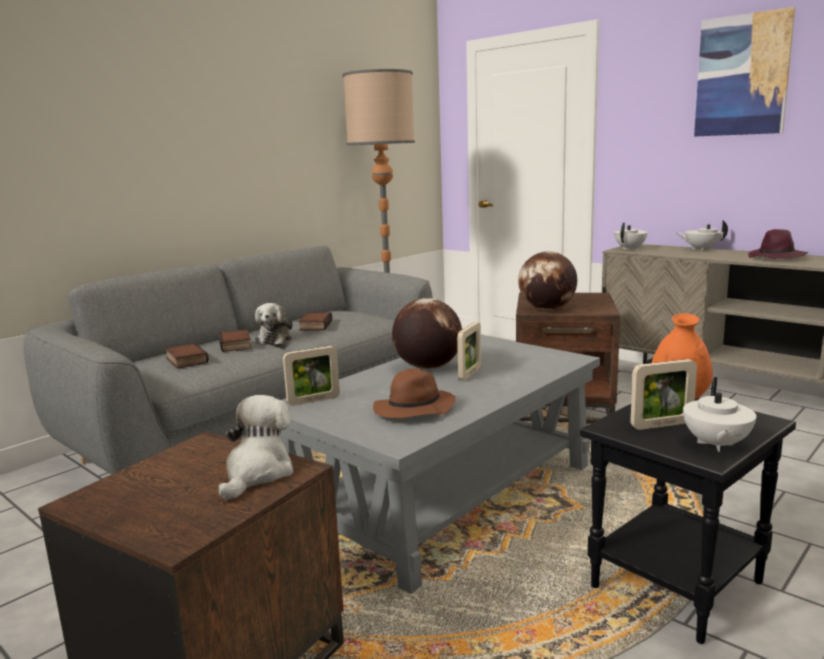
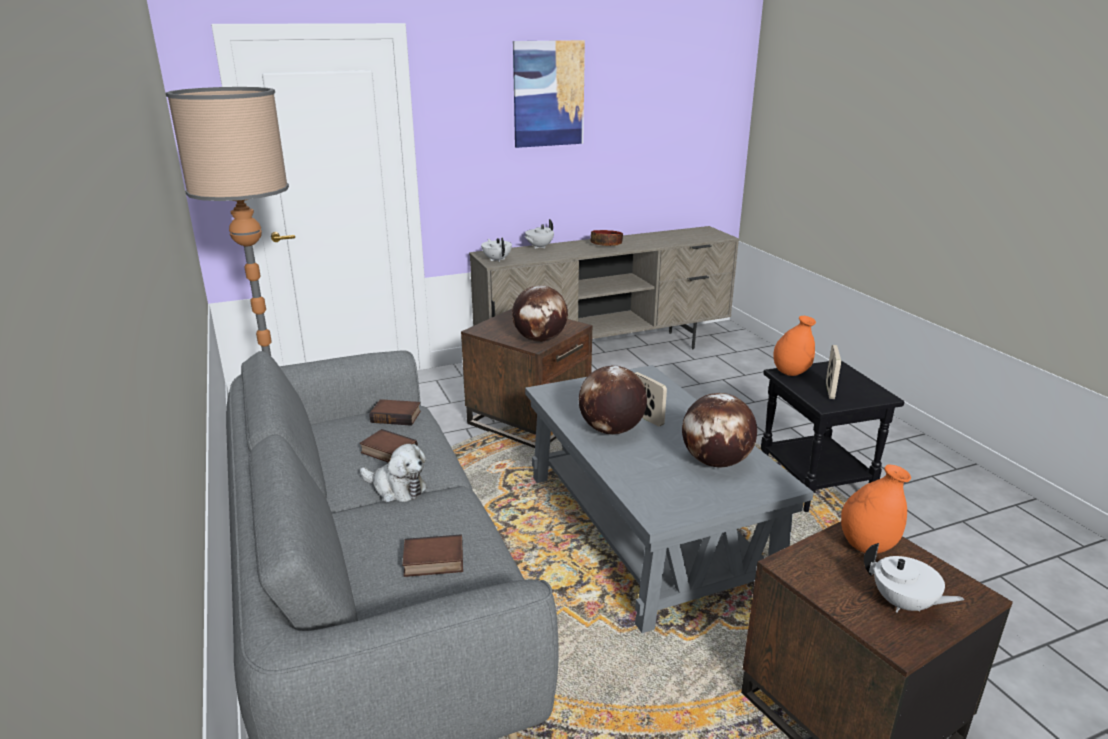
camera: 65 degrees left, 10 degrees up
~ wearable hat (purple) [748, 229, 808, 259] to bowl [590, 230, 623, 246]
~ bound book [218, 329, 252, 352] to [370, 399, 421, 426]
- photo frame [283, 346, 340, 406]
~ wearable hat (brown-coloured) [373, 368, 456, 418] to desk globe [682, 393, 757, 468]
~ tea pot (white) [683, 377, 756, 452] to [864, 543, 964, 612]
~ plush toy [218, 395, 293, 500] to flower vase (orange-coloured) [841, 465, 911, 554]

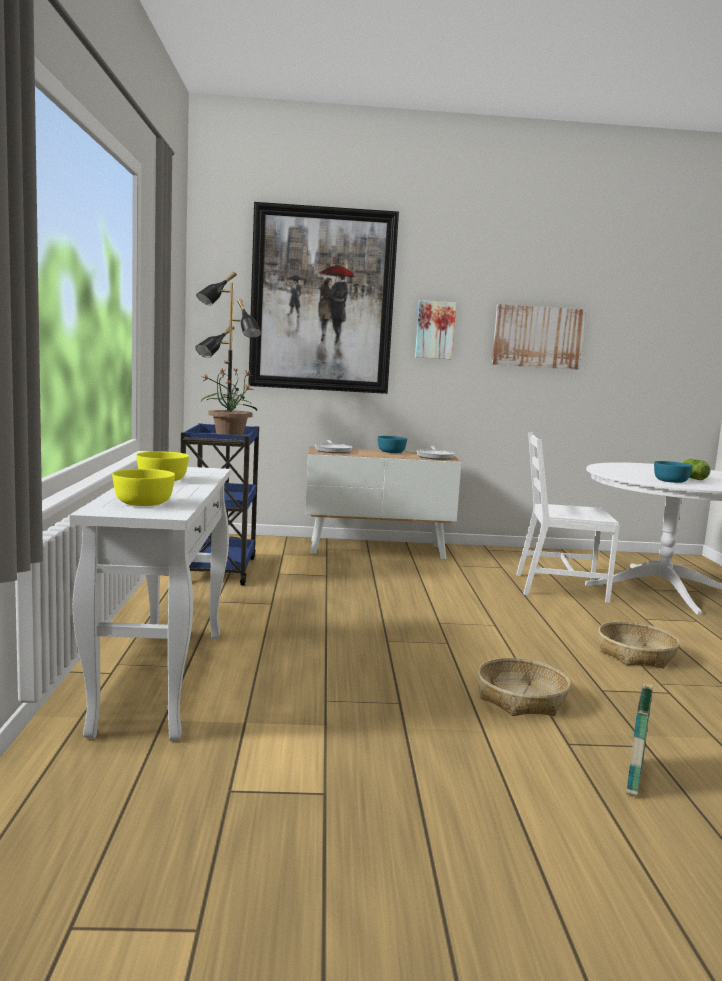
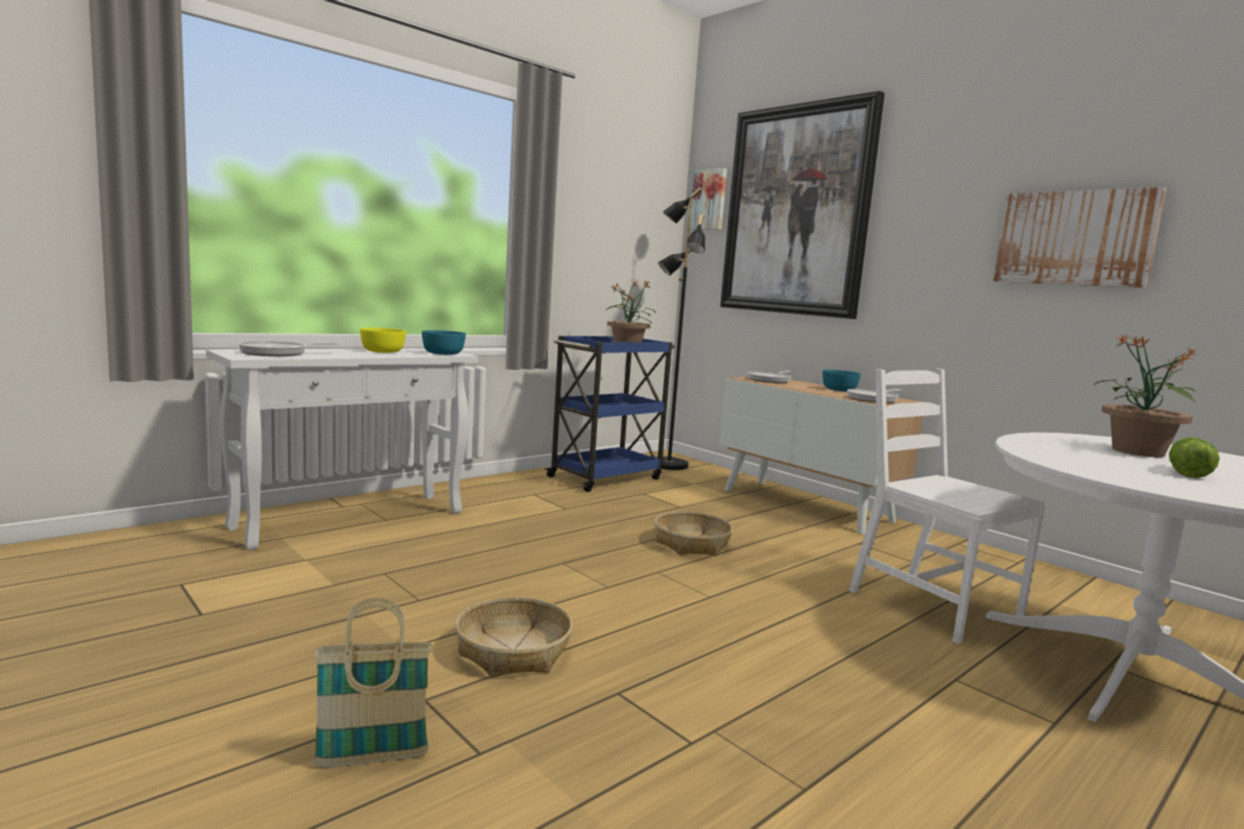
camera: 50 degrees right, 0 degrees up
~ wall art [415, 300, 456, 359] to [690, 168, 727, 230]
~ bowl (turquoise) [654, 461, 693, 483] to [422, 330, 466, 355]
~ bowl (yellow) [112, 469, 175, 506] to frying pan [238, 341, 339, 356]
~ basket [598, 621, 680, 669] to [655, 511, 733, 556]
+ potted plant [1093, 334, 1196, 457]

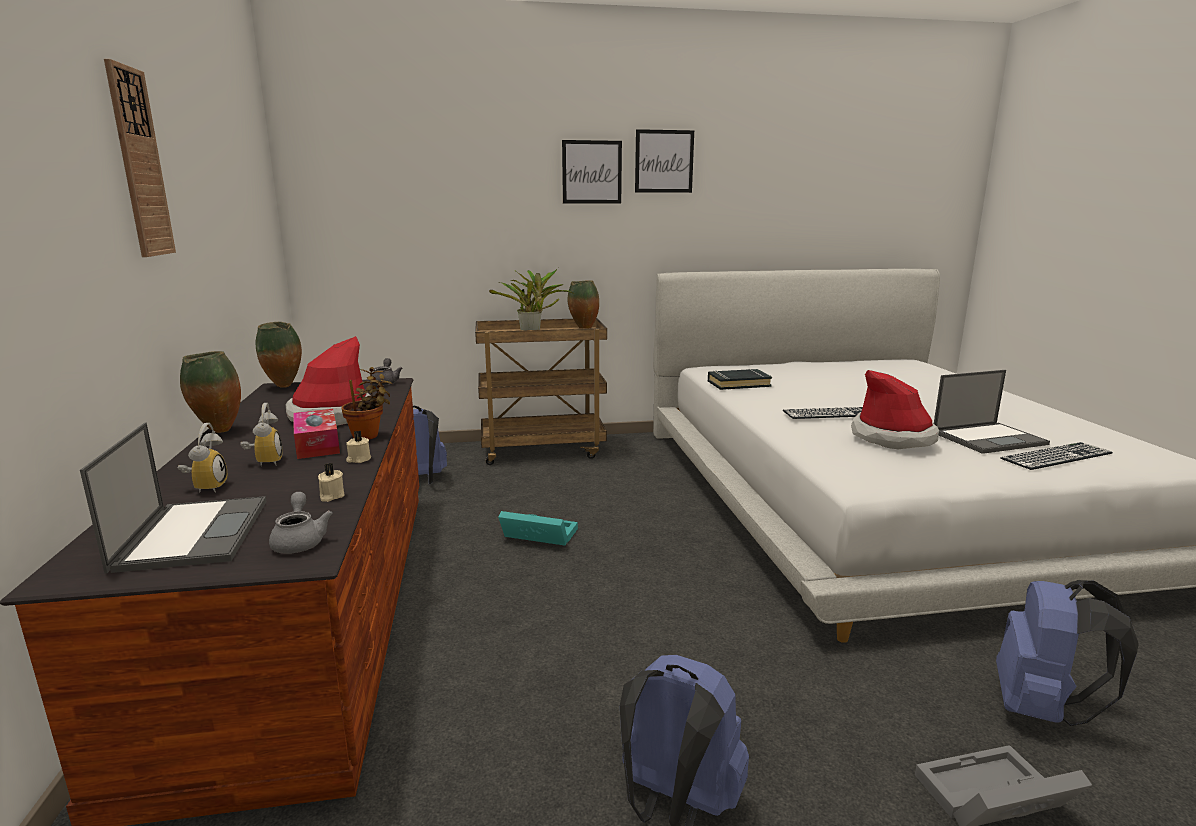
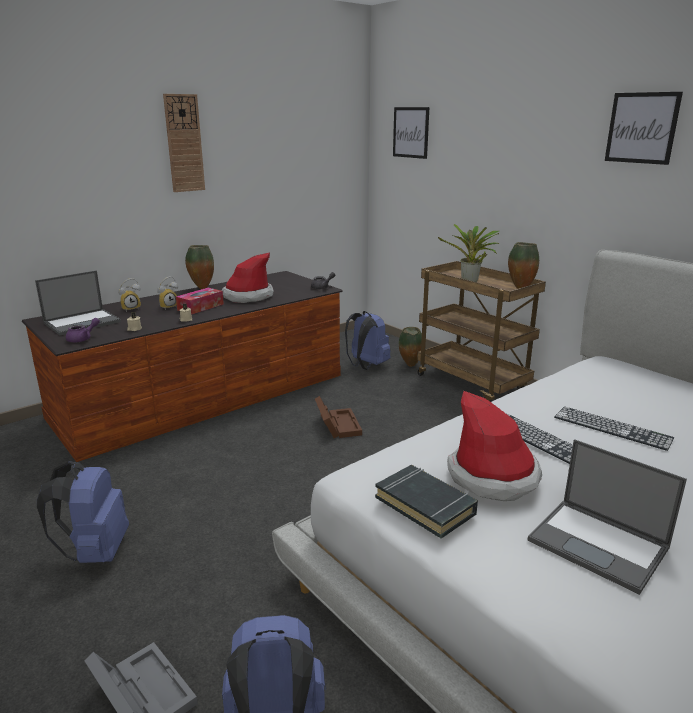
camera: 60 degrees right, 5 degrees up
~ wall art [562, 140, 622, 203] to [393, 107, 429, 159]
~ flower vase [256, 322, 302, 388] to [399, 327, 422, 367]
- potted plant [341, 367, 393, 439]
~ bound book (blackish) [708, 369, 772, 390] to [375, 465, 478, 539]
~ keyboard [1000, 442, 1113, 470] to [554, 407, 674, 451]
~ tea pot (grey) [269, 492, 333, 554] to tea pot (purple) [66, 318, 100, 342]
~ storage container (turquoise) [498, 511, 578, 546] to storage container (brown-coloured) [315, 396, 362, 438]

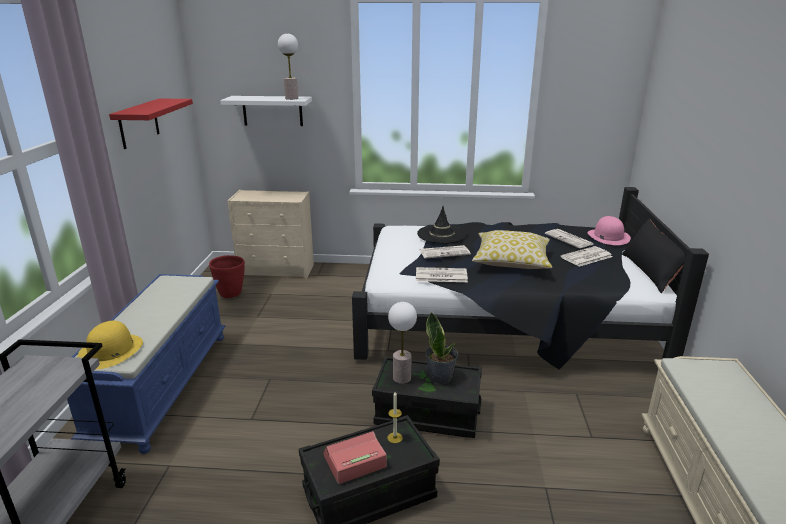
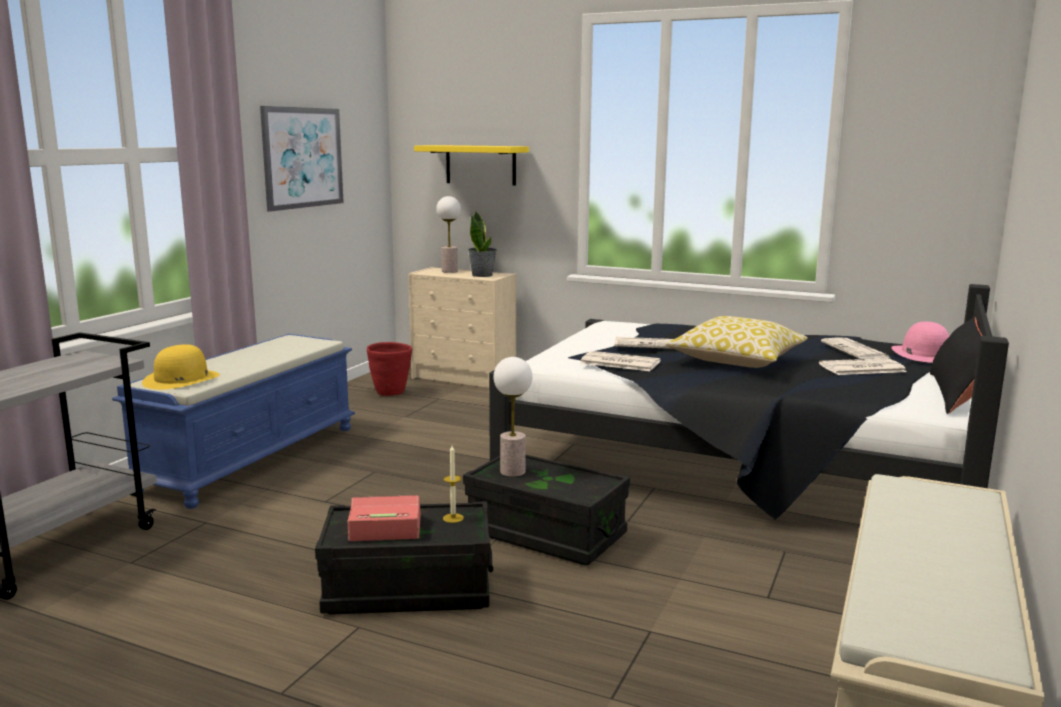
camera: 20 degrees right, 10 degrees down
~ tabletop lamp [278, 34, 298, 100] to [437, 196, 461, 273]
~ shelf (white) [220, 96, 312, 126] to shelf (yellow) [414, 145, 529, 185]
~ shelf (red-coloured) [109, 99, 193, 149] to wall art [260, 106, 344, 212]
- wearable hat (blackish) [417, 206, 467, 244]
~ potted plant [426, 312, 458, 384] to [468, 211, 497, 277]

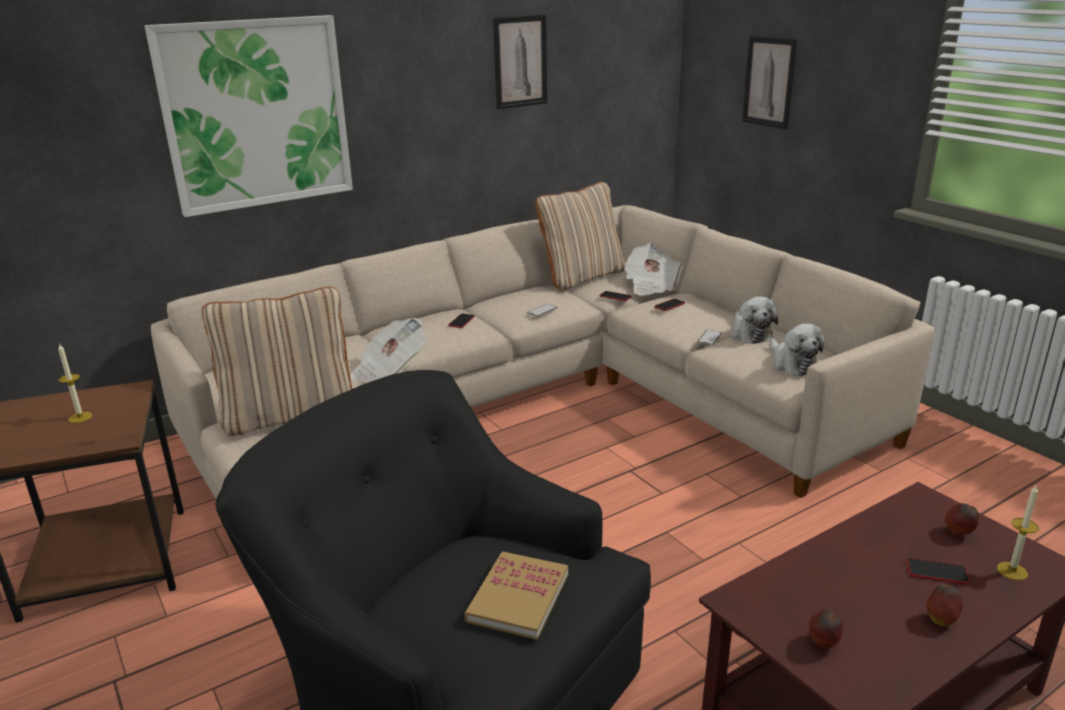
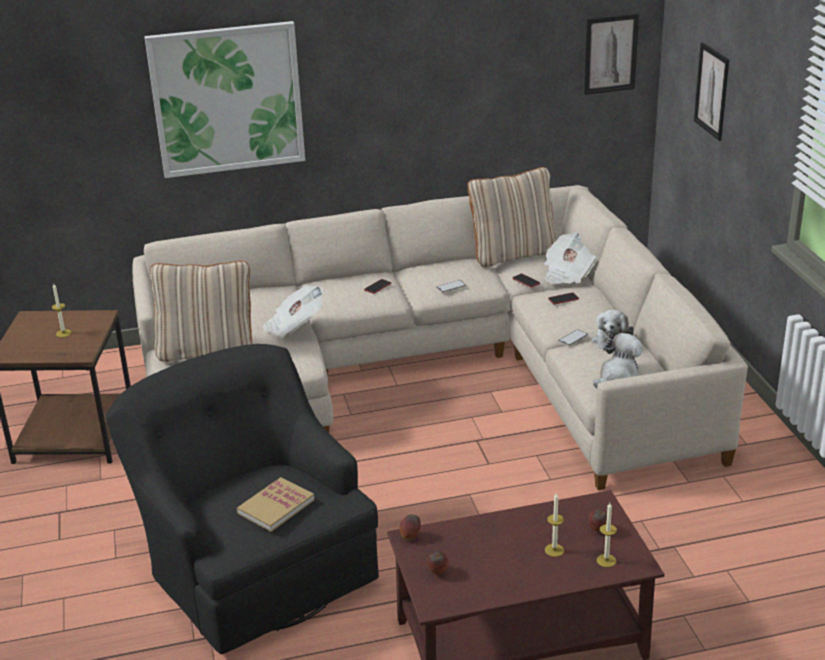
camera: 20 degrees right, 5 degrees up
~ wall art [493, 14, 547, 109] to [584, 13, 639, 95]
~ plush toy [770, 324, 825, 376] = [593, 333, 643, 388] 135 degrees counterclockwise
~ phone [907, 558, 970, 585] to wax light [545, 492, 564, 557]
~ apple fruit [926, 584, 963, 626] to [400, 514, 421, 540]

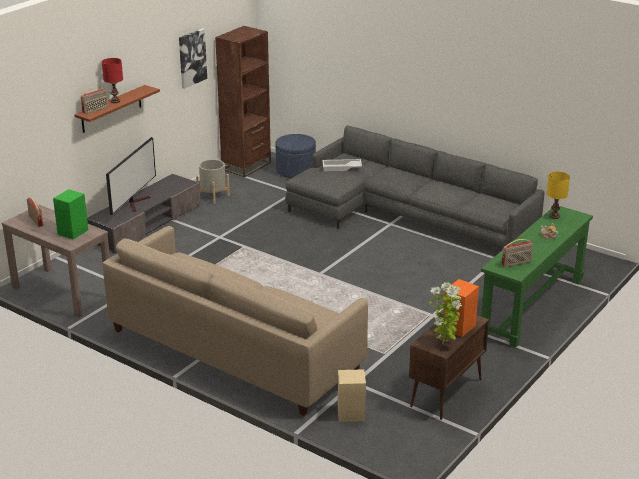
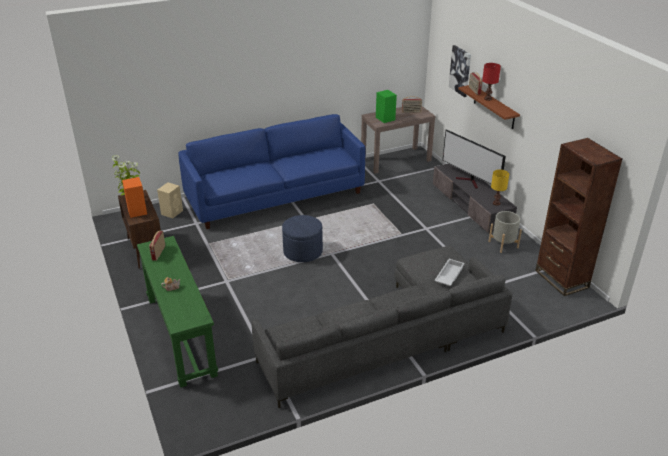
camera: 120 degrees right, 5 degrees up
~ wall art [179, 28, 207, 89] to [449, 45, 471, 97]
~ ottoman (blue) [275, 134, 316, 178] to [282, 215, 323, 262]
~ tabletop lamp (yellow) [547, 171, 570, 219] to [491, 170, 509, 205]
~ settee (sand-coloured) [102, 226, 368, 416] to settee (blue) [179, 114, 365, 229]

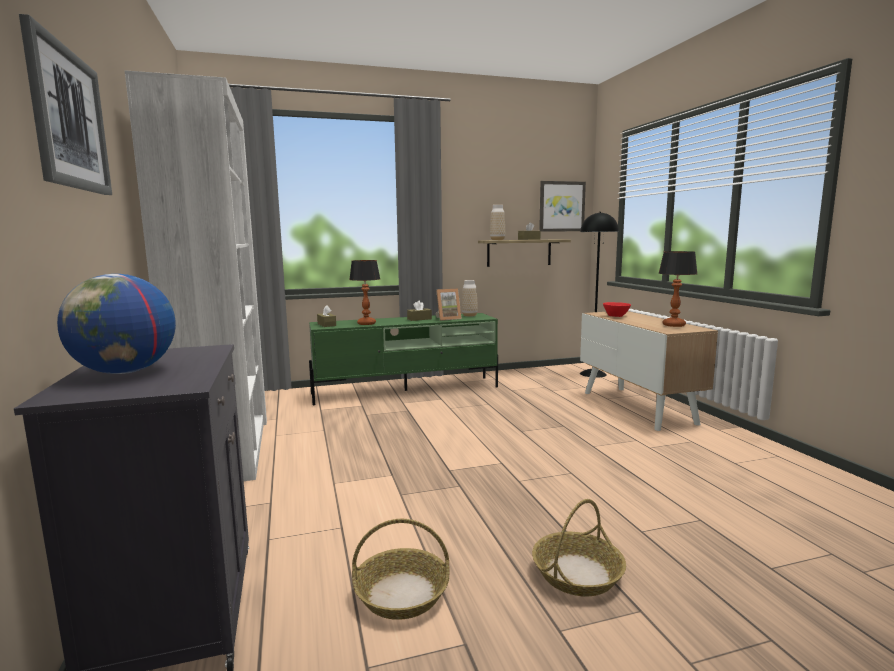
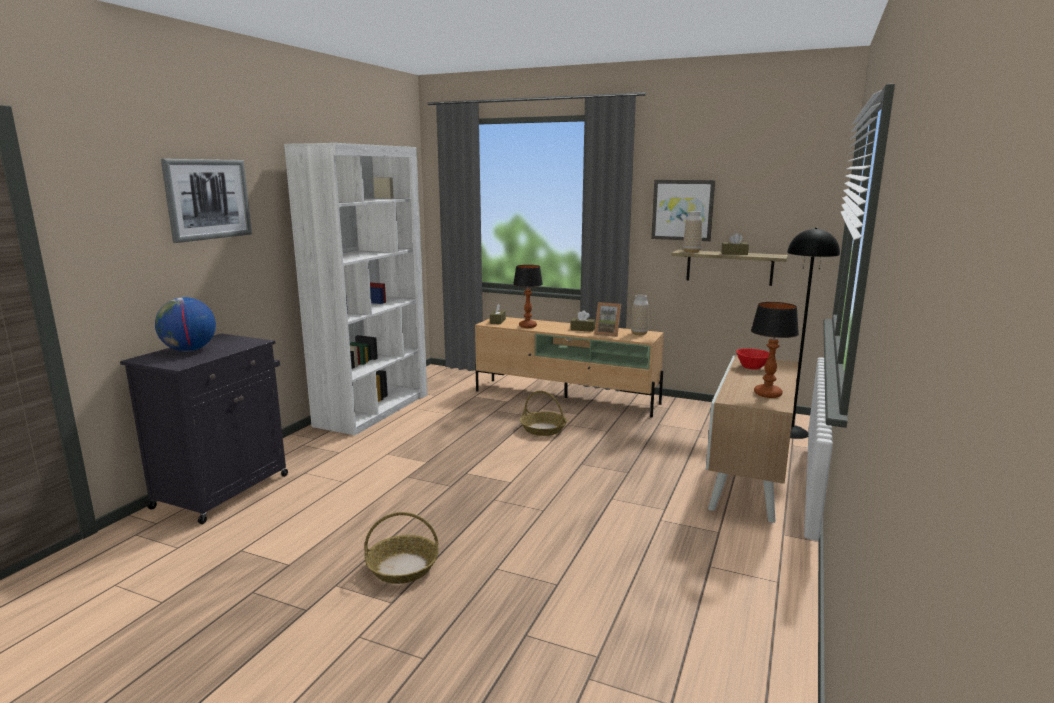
camera: 40 degrees right, 5 degrees up
~ wall art [539, 181, 586, 232] to [651, 180, 715, 241]
~ tv unit (greenish) [309, 313, 498, 405] to tv unit (sand-coloured) [475, 317, 664, 417]
~ basket [352, 519, 449, 620] to [520, 391, 567, 436]

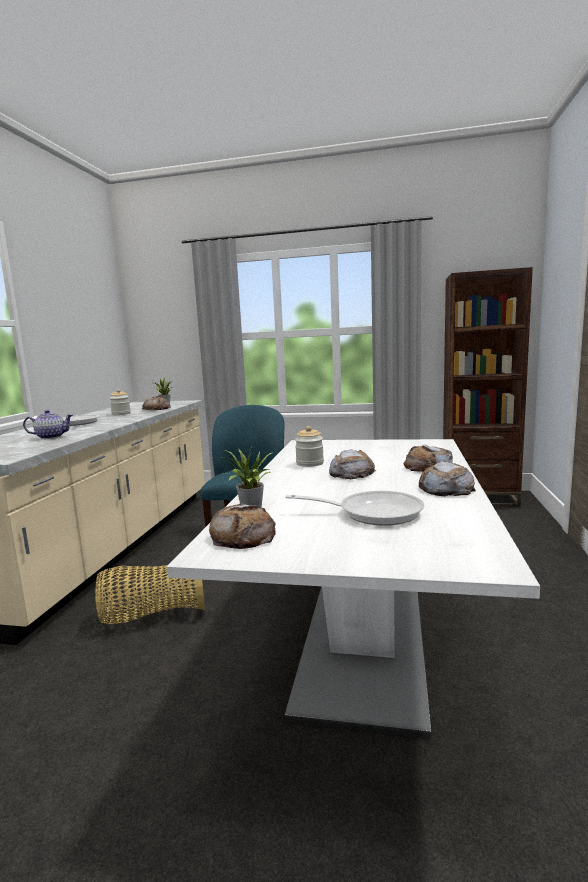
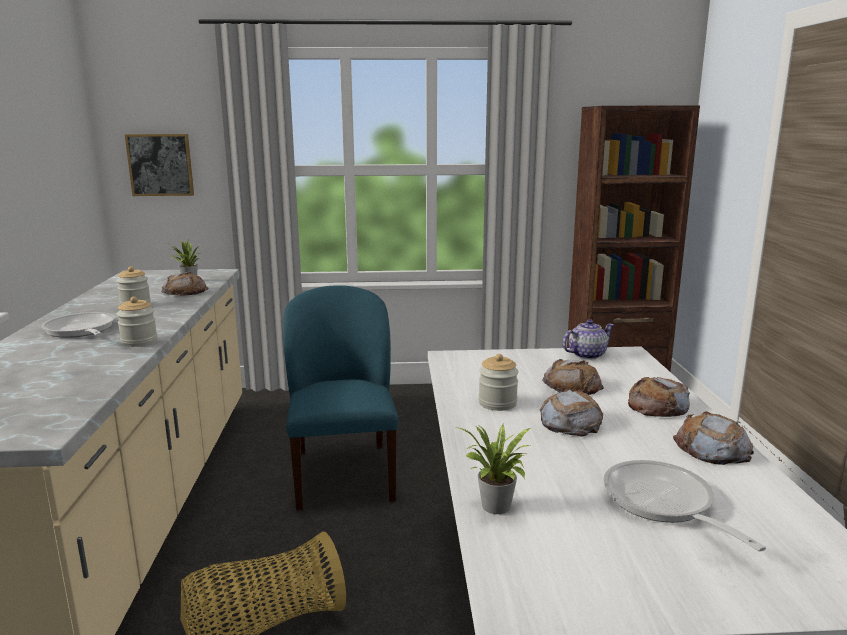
camera: 15 degrees left, 5 degrees up
~ tea pot [23, 410, 73, 439] to [562, 319, 614, 359]
~ frying pan [285, 491, 424, 526] = [603, 460, 766, 551] 105 degrees counterclockwise
~ bakery bread [209, 503, 275, 549] to [542, 359, 604, 395]
+ wall art [125, 134, 194, 196]
+ jar [117, 297, 157, 347]

